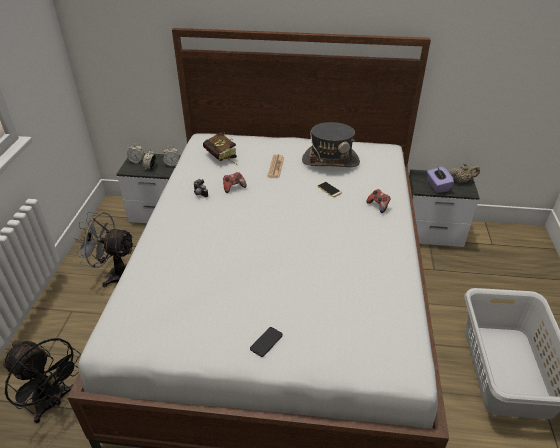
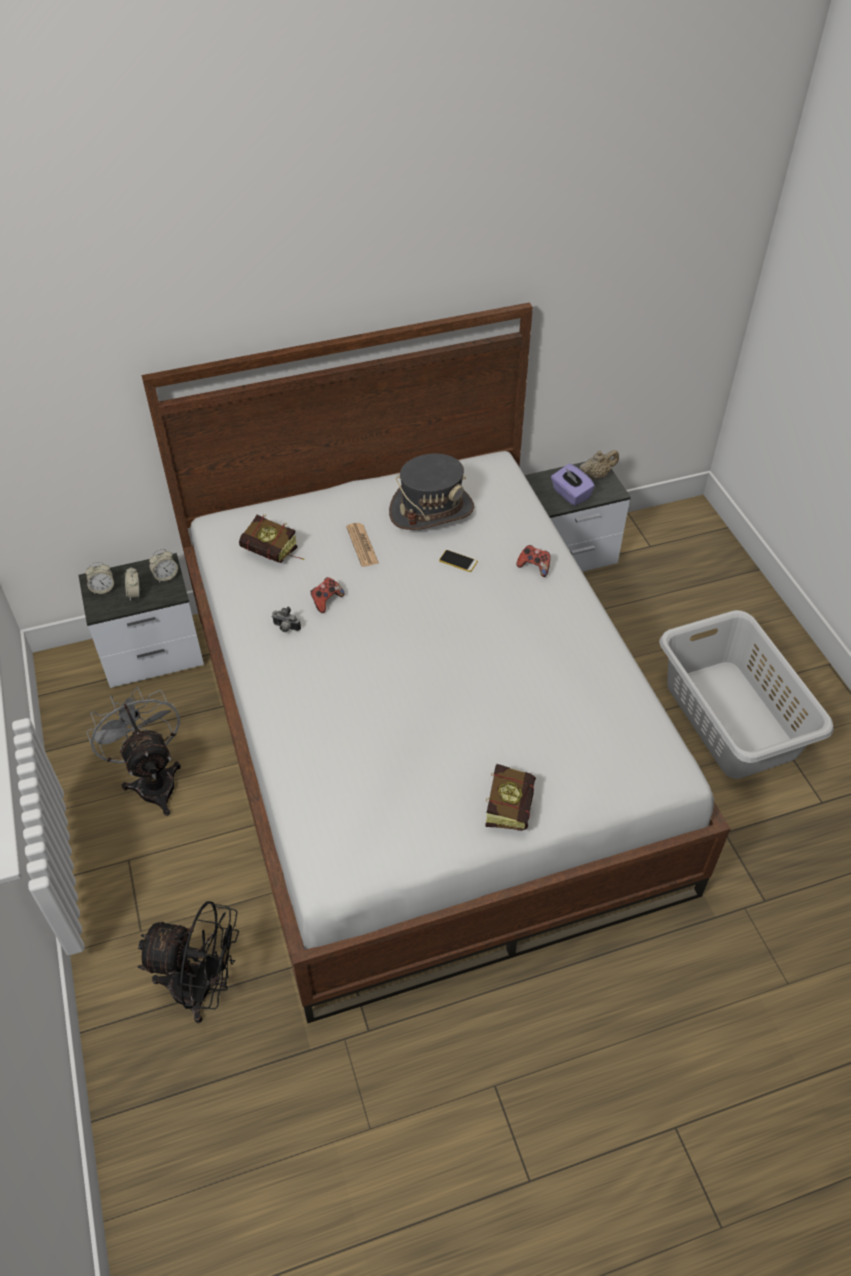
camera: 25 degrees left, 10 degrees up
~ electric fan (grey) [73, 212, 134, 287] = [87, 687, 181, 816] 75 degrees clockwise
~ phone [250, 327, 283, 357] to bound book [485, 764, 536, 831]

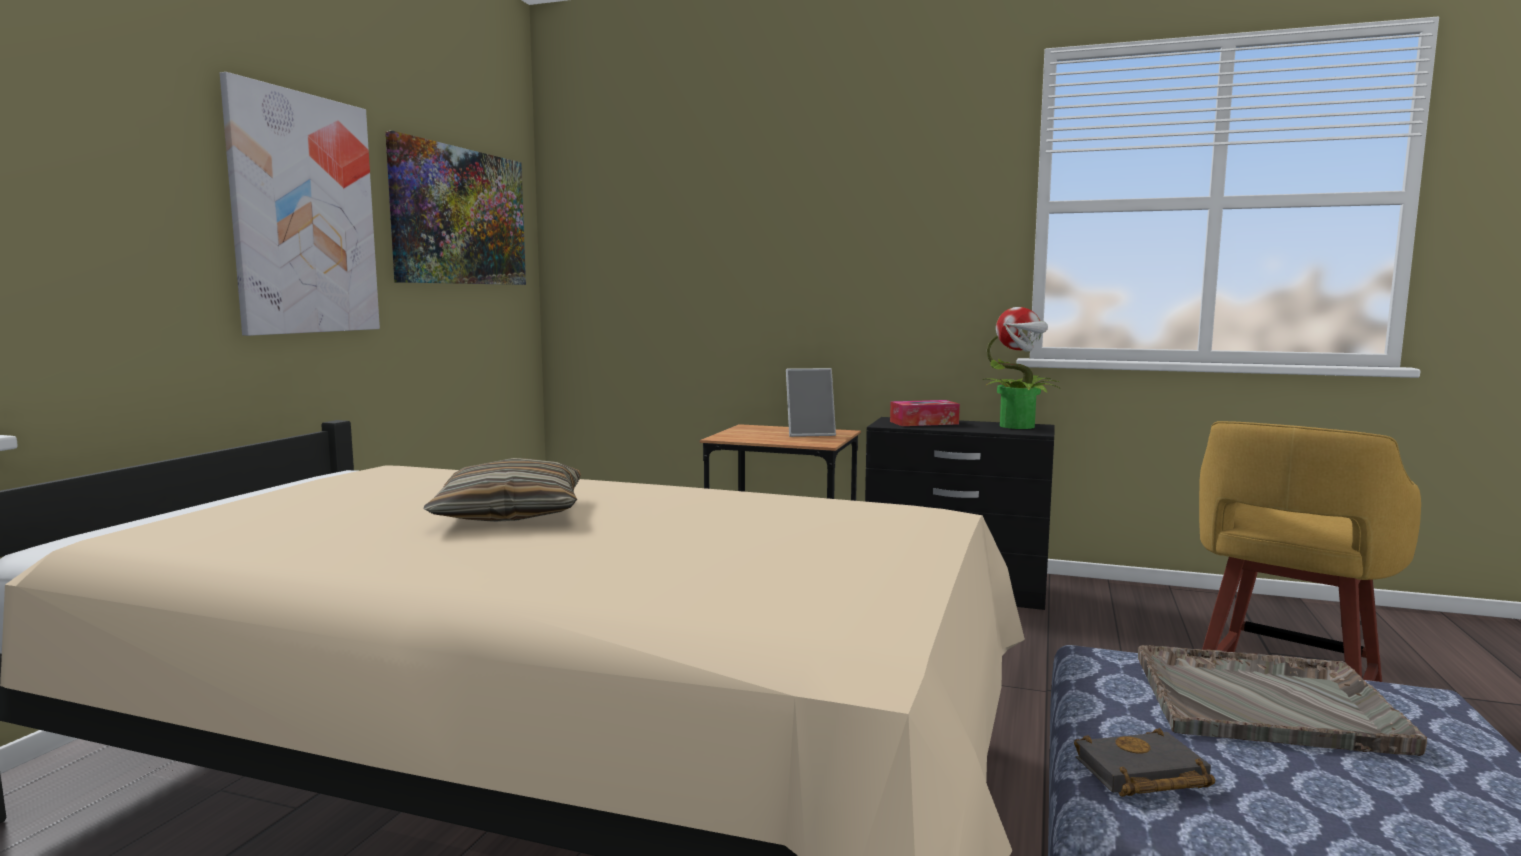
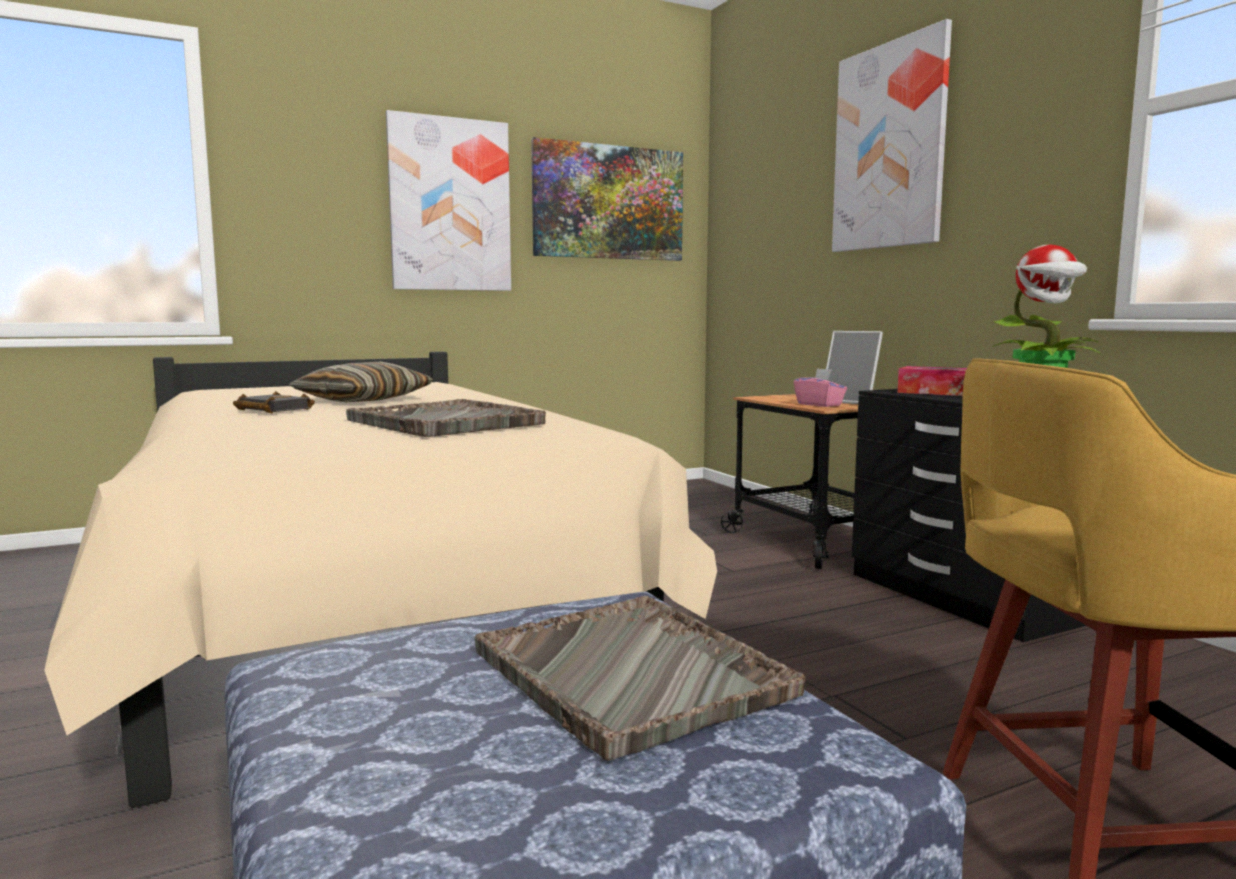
camera: 45 degrees right, 0 degrees up
~ bound book (blackish) [1074, 728, 1215, 797] to [233, 391, 315, 413]
+ wall art [832, 19, 952, 252]
+ tissue box (pink) [794, 368, 847, 407]
+ tray (grey) [346, 399, 546, 437]

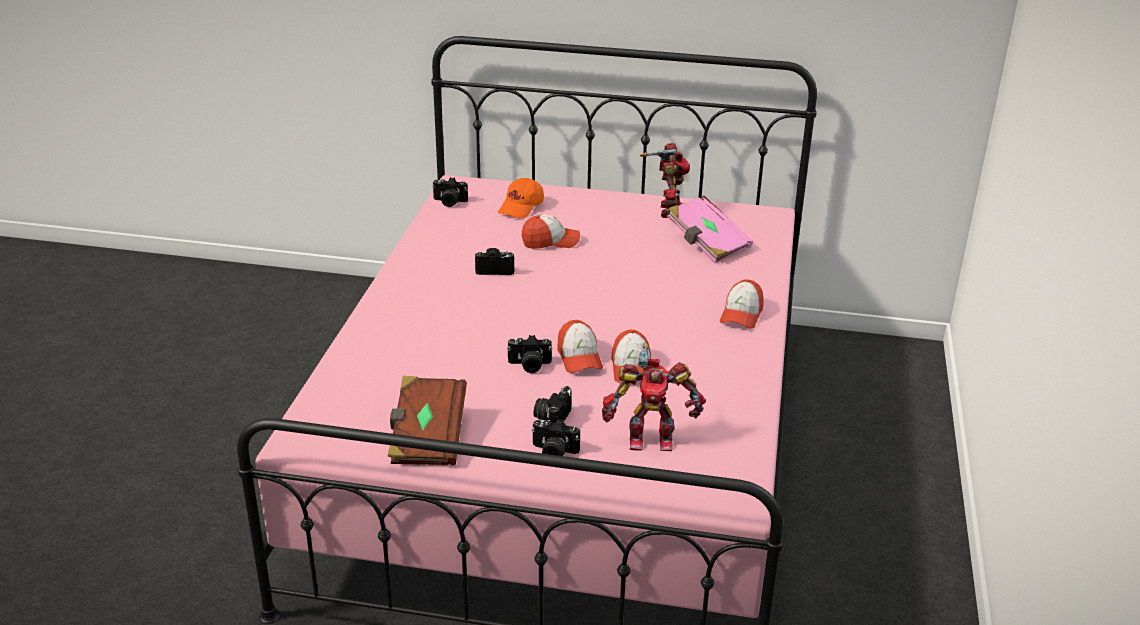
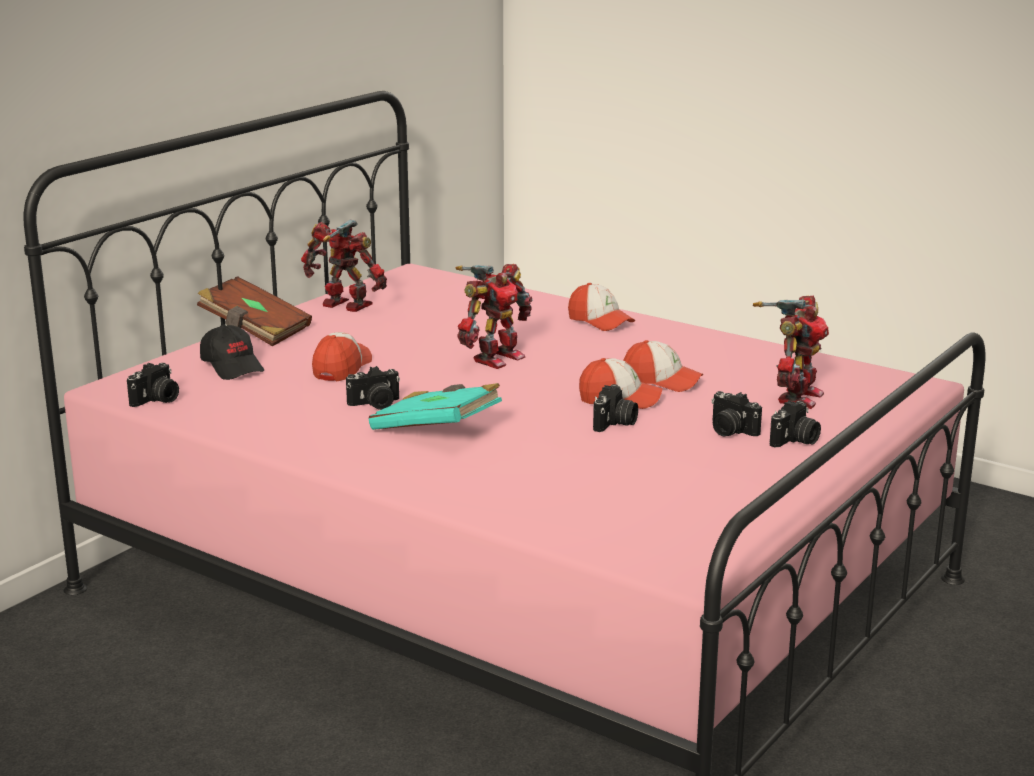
camera: 65 degrees left, 10 degrees down
~ baseball cap (orange-coloured) [498, 178, 544, 219] to baseball cap (blackish) [200, 324, 264, 380]
- bound book (pink) [667, 196, 753, 263]
~ photo camera [475, 248, 515, 275] = [346, 366, 400, 410] 135 degrees counterclockwise
~ bound book (brown-coloured) [388, 376, 467, 465] to [197, 276, 312, 346]
+ robot figure [455, 264, 533, 369]
+ bound book (turquoise) [369, 383, 502, 430]

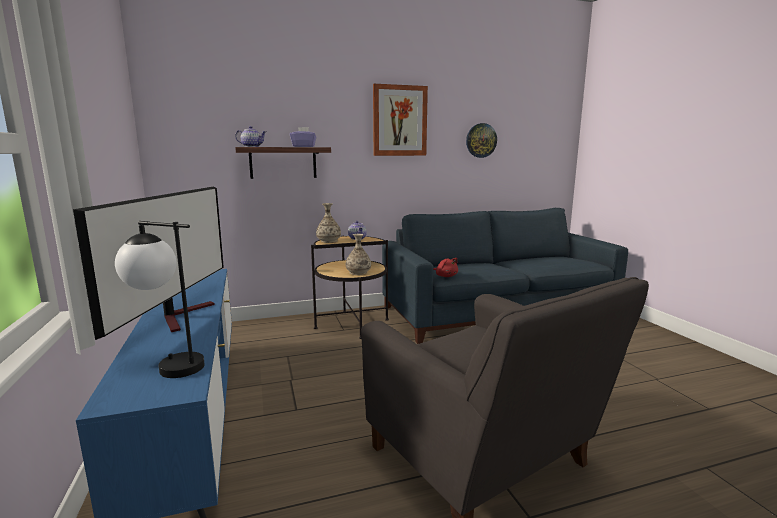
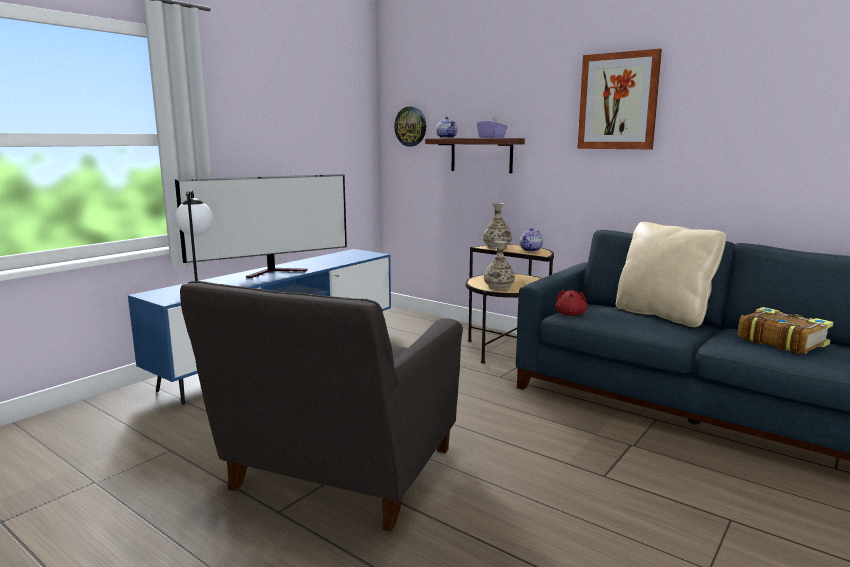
camera: 55 degrees right, 0 degrees up
~ hanging clock [466, 123, 497, 158] to [394, 107, 426, 146]
+ throw pillow (sand-coloured) [616, 222, 726, 327]
+ bound book [738, 307, 833, 354]

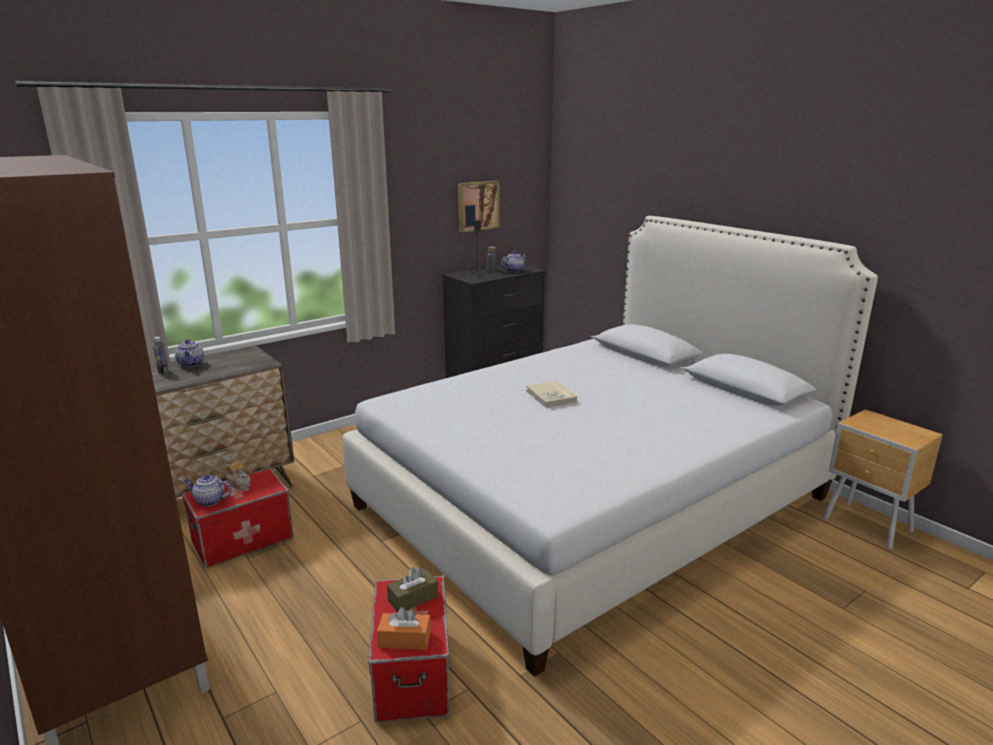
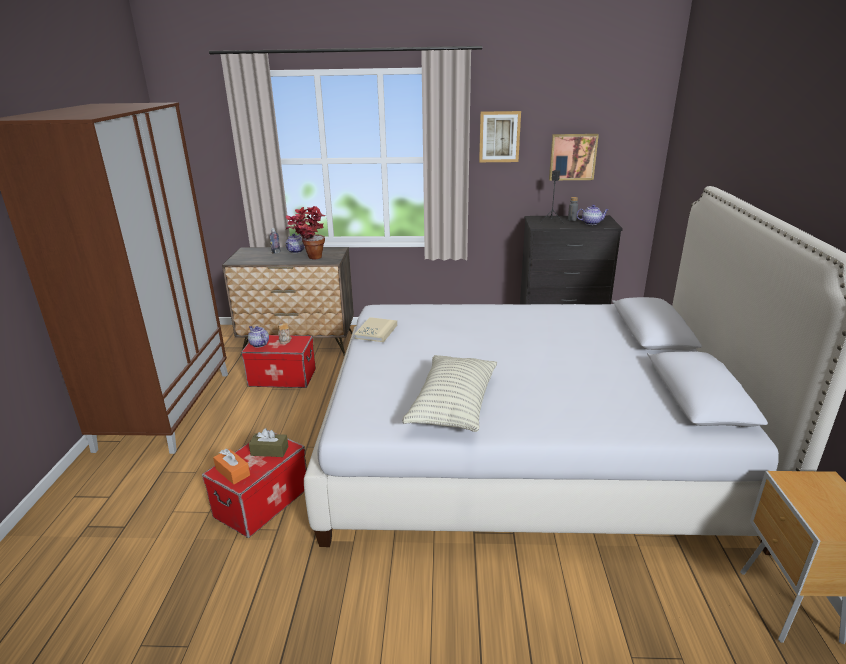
camera: 40 degrees right, 5 degrees up
~ bound book (sand-coloured) [526, 381, 577, 408] to [354, 317, 397, 342]
+ wall art [479, 111, 521, 162]
+ potted plant [286, 206, 325, 259]
+ throw pillow [402, 355, 497, 432]

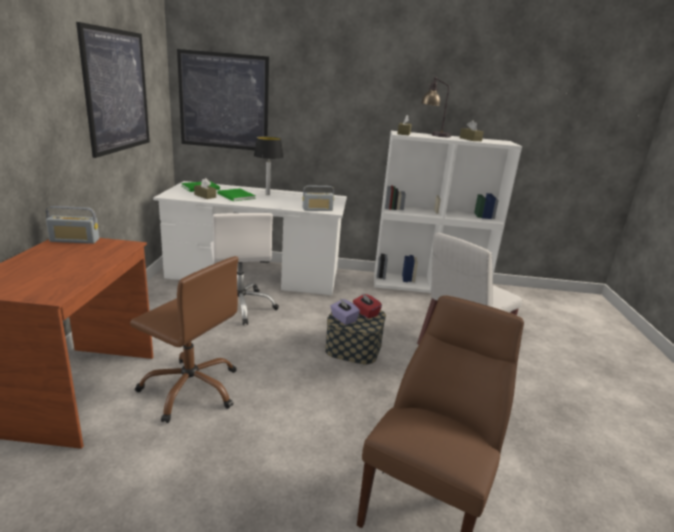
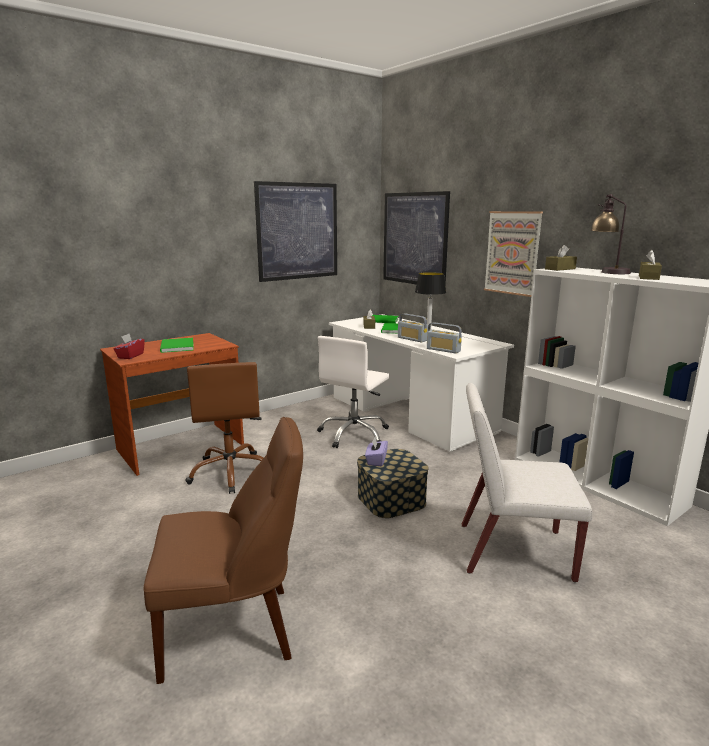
camera: 50 degrees right, 5 degrees down
~ radio set [46, 206, 99, 244] to [398, 313, 428, 342]
~ tissue box (red-coloured) [353, 294, 382, 319] to [114, 334, 145, 359]
+ wall art [484, 211, 543, 297]
+ bound book (greenish) [160, 338, 194, 353]

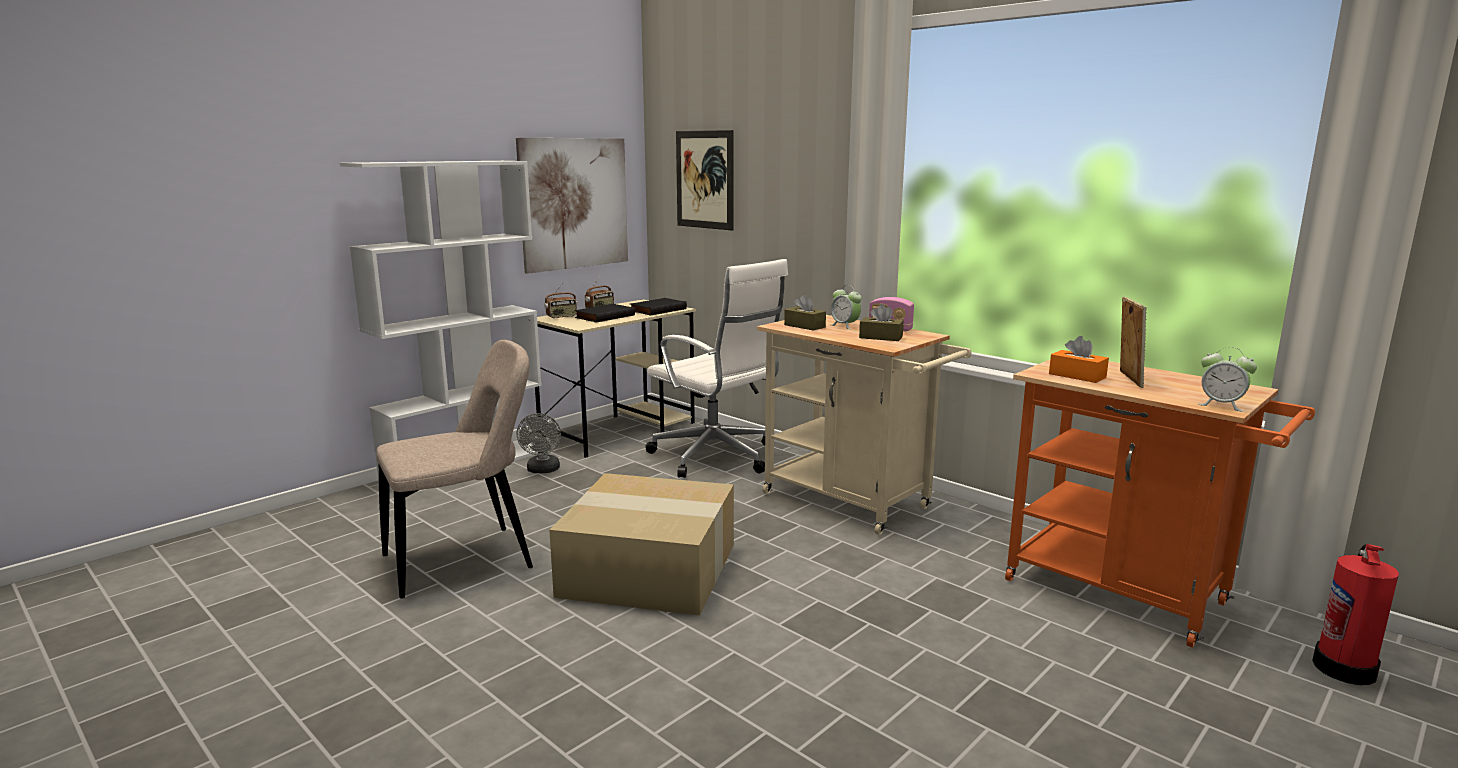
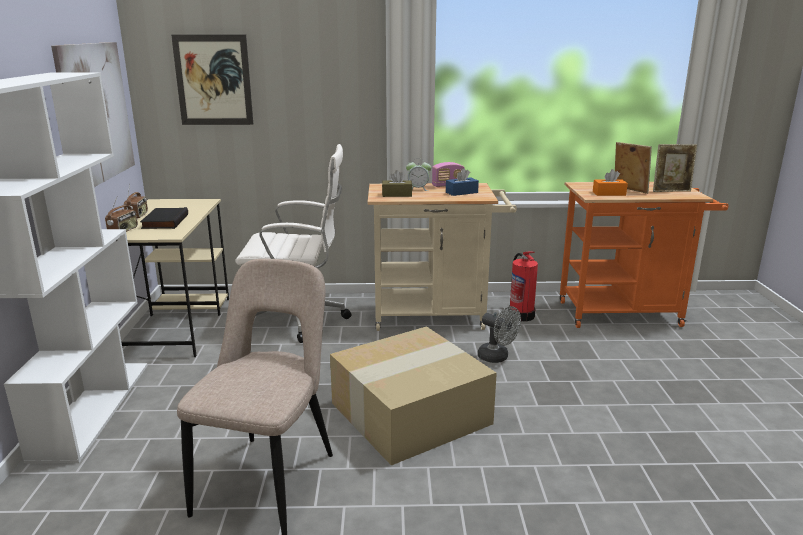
camera: 45 degrees left, 5 degrees up
- bound book (blackish) [630, 298, 687, 316]
~ tissue box (brown-coloured) [859, 304, 904, 341] to tissue box (blue) [446, 168, 479, 196]
- bedside clock [1198, 347, 1257, 412]
~ electric fan (grey) [517, 413, 561, 473] to [478, 306, 521, 363]
~ extinguisher [1312, 544, 1399, 685] to [508, 251, 538, 321]
+ photo frame [653, 144, 697, 192]

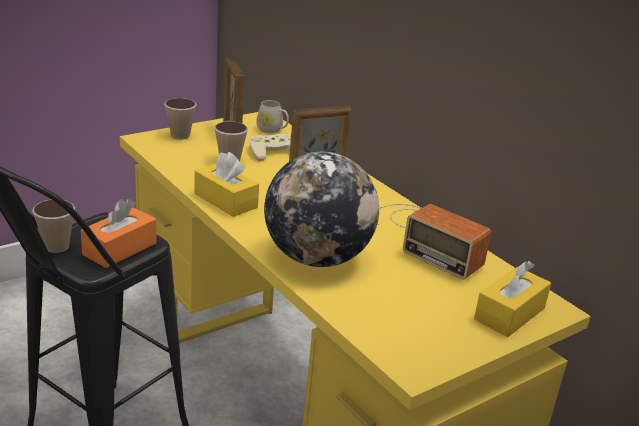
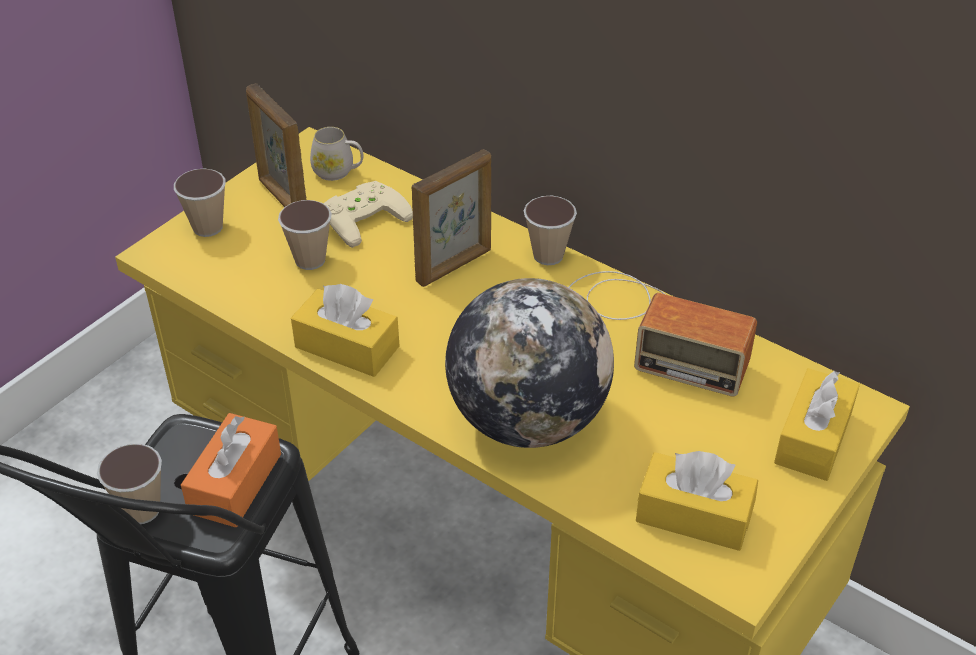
camera: 15 degrees left, 15 degrees up
+ drinking cup [524, 195, 577, 265]
+ tissue box (yellow) [636, 451, 758, 551]

